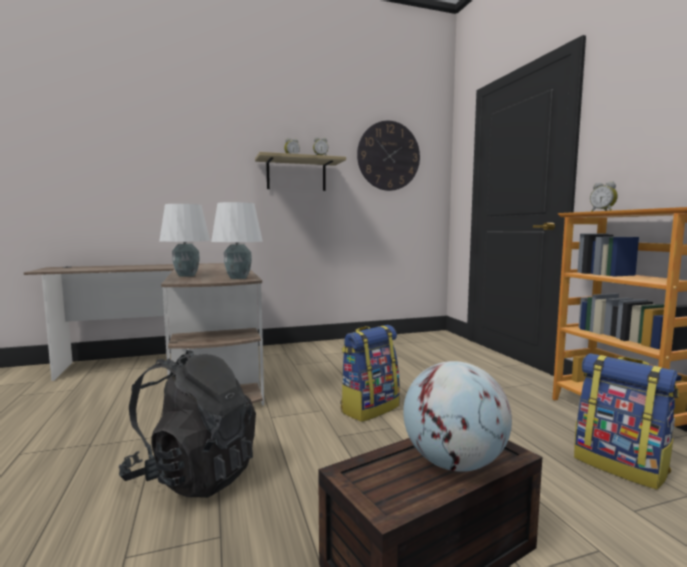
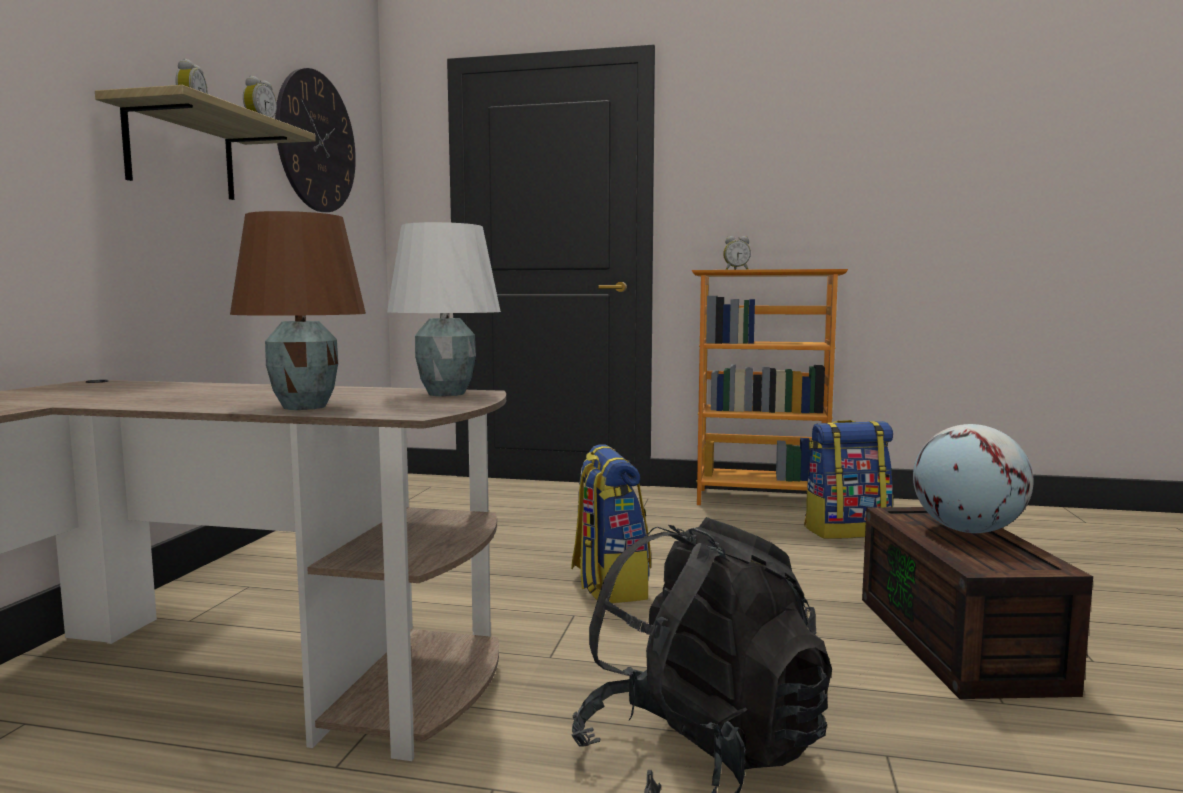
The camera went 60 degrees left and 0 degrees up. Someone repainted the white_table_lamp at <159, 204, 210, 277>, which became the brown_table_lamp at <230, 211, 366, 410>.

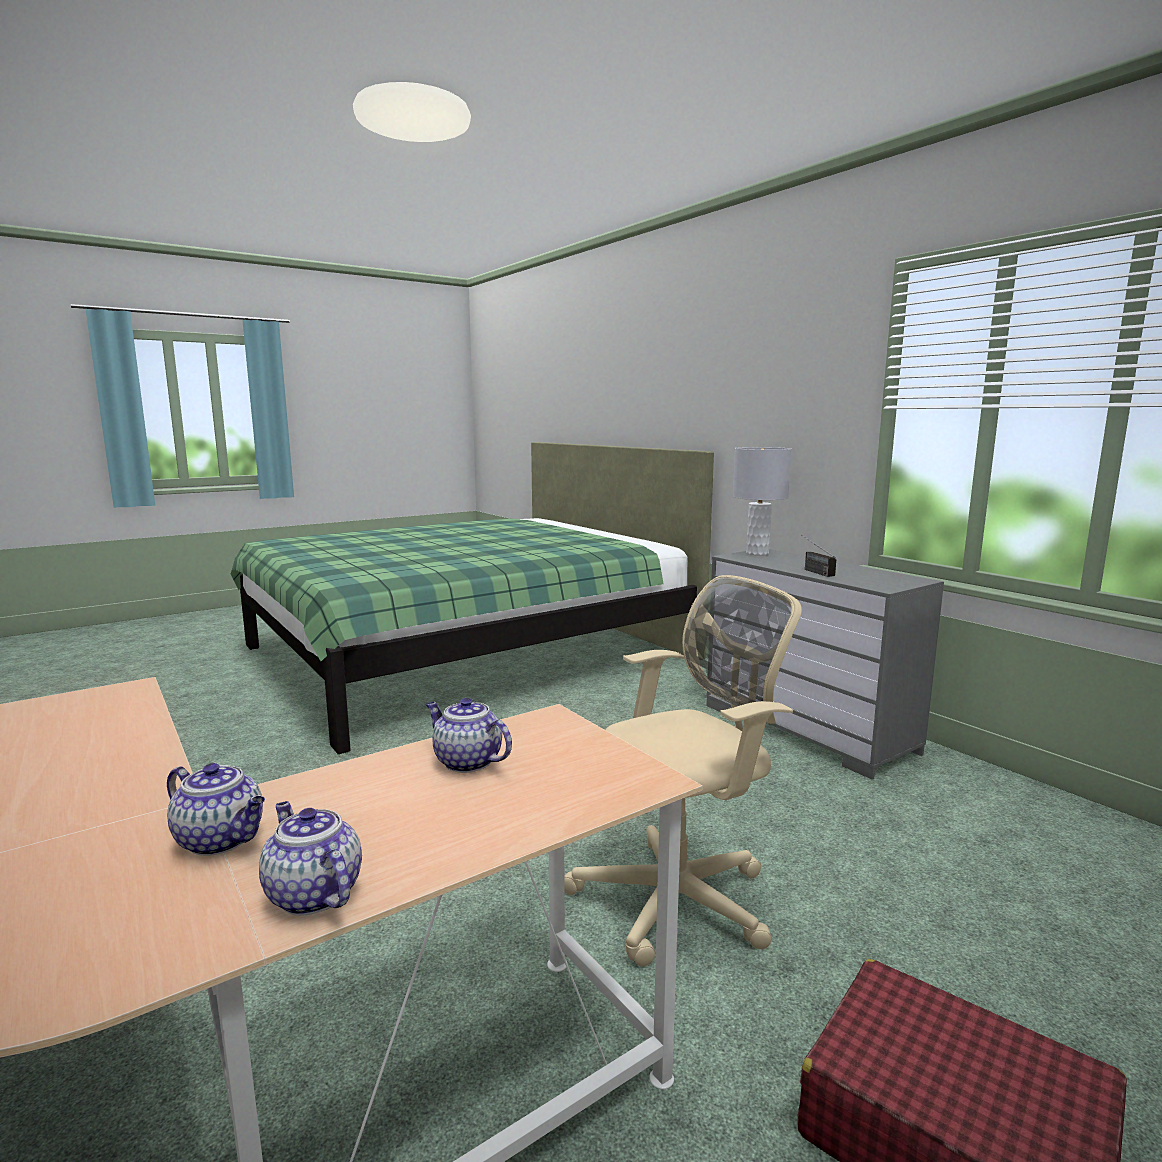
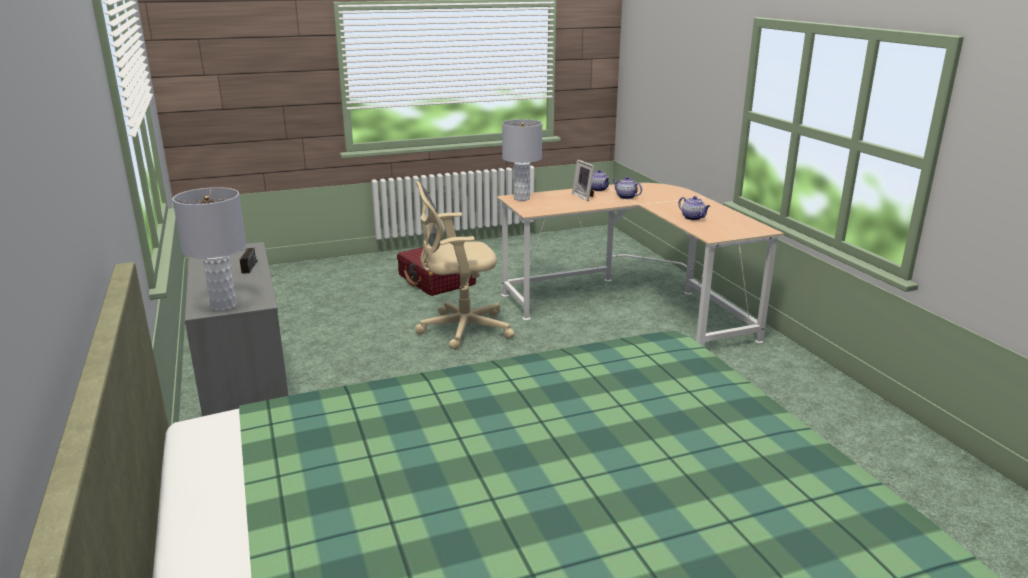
The camera went 165 degrees left and 10 degrees up. Someone put down the grey_table_lamp at <502, 119, 542, 201>. Someone put down the picture_frame at <572, 160, 595, 201>. Someone carried the teapot from <426, 698, 512, 773> to <678, 196, 710, 220>.

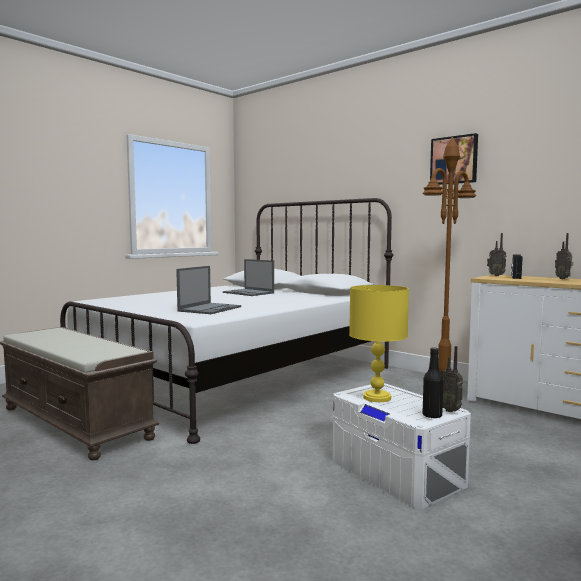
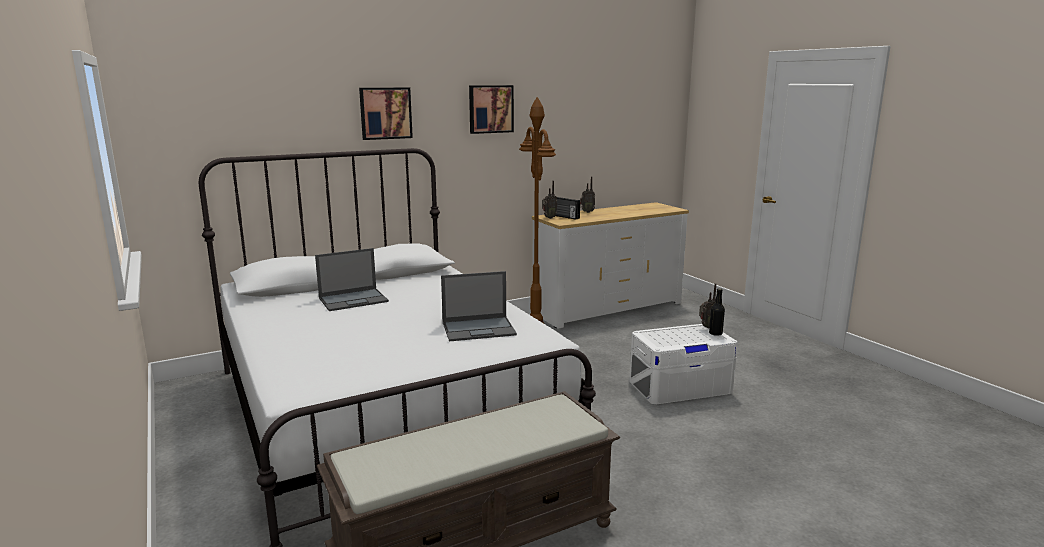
The camera went 70 degrees left and 10 degrees up. Someone took away the yellow_table_lamp at <349, 285, 409, 402>. Someone put up the picture at <359, 87, 413, 140>. Someone rotated the laptop at <176, 266, 241, 314> by 120 degrees clockwise.

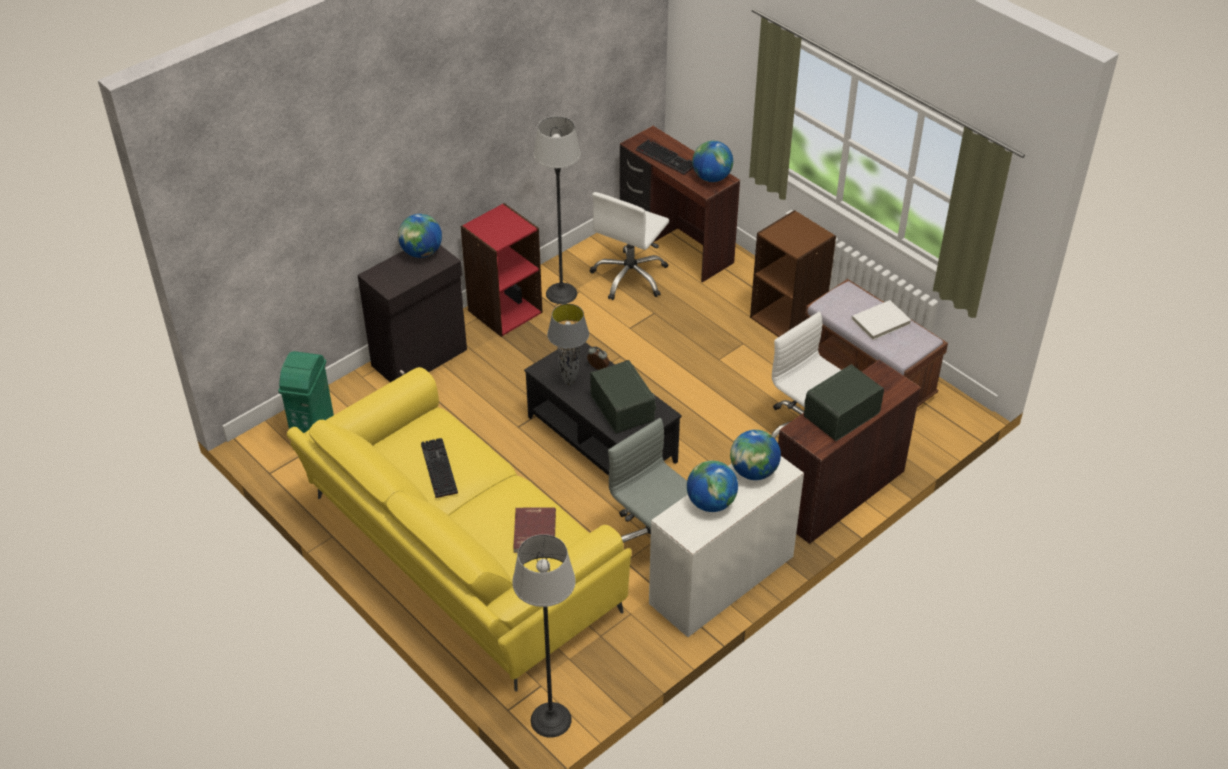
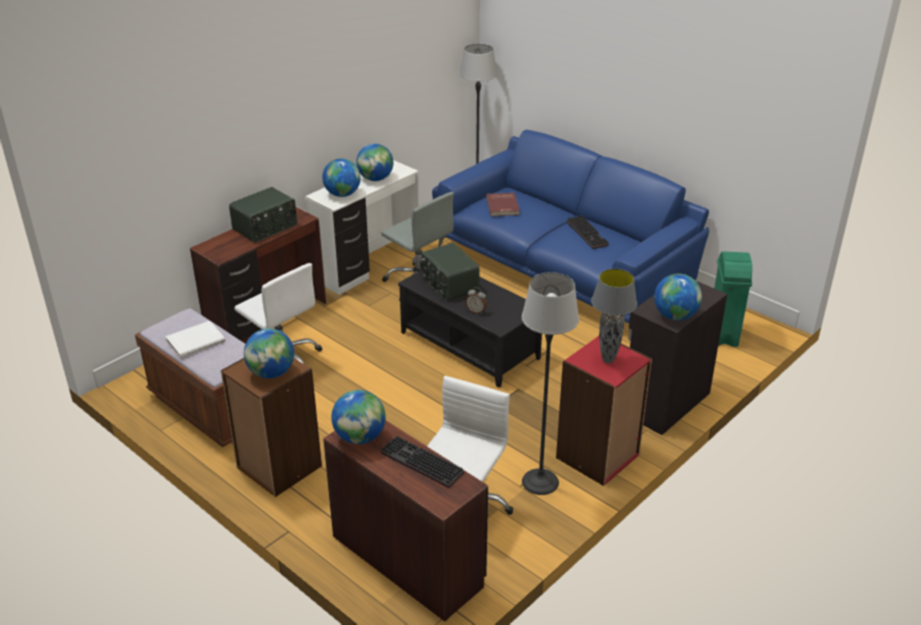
The camera went 175 degrees right and 10 degrees down. Someone put down the globe at <244, 328, 294, 378>. Someone carried the grey_table_lamp from <547, 304, 589, 385> to <591, 269, 637, 363>. Someone repainted the yellow_sofa at <287, 367, 631, 691>, which became the blue_sofa at <432, 130, 709, 341>.

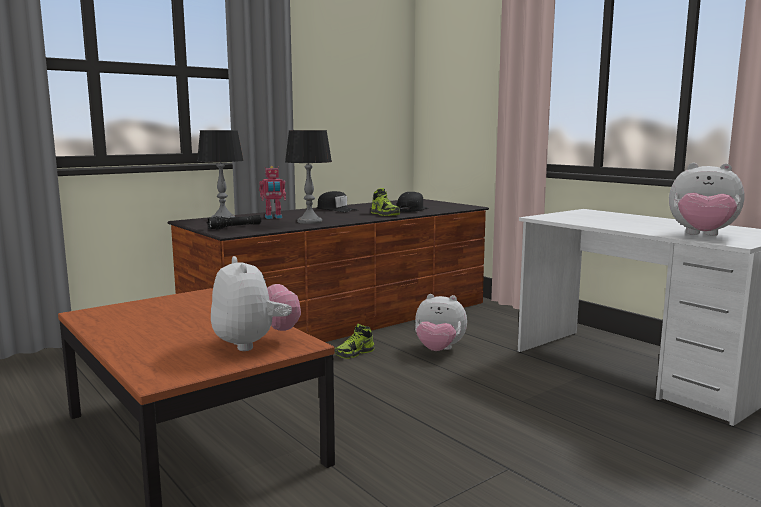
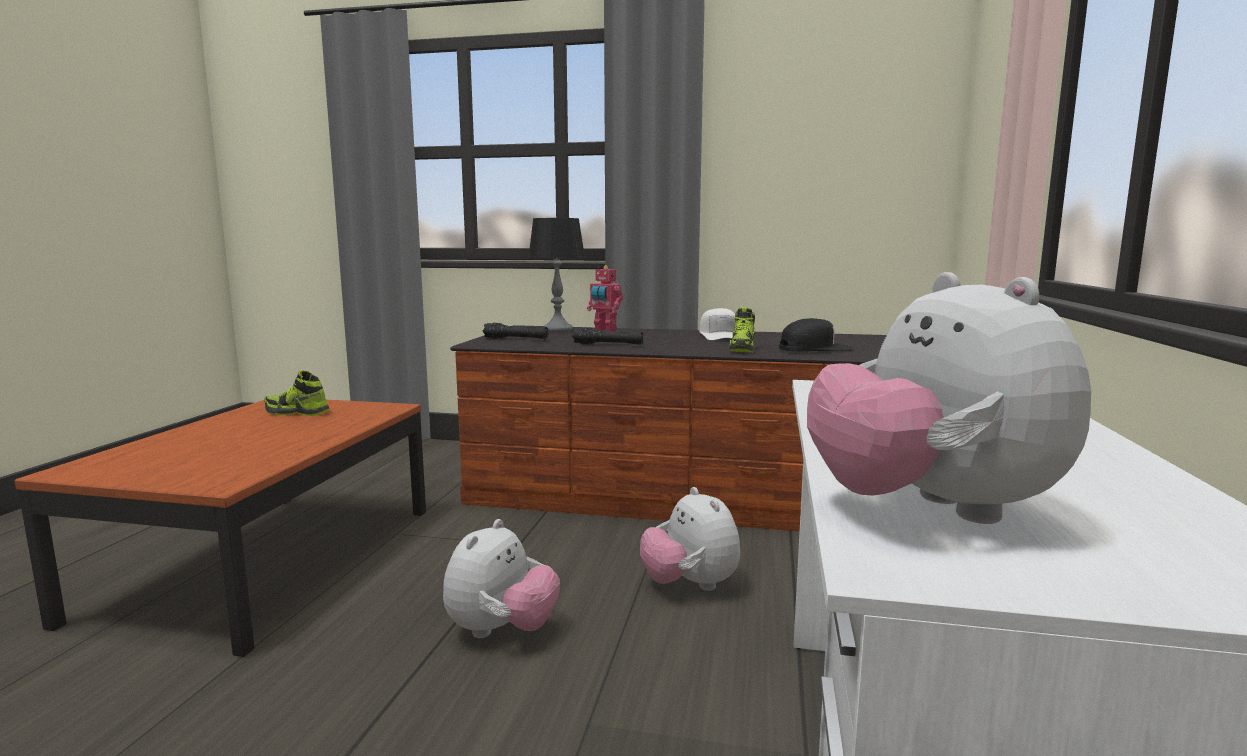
The camera went 50 degrees right and 0 degrees up. Someone carried the plush_toy from <211, 256, 301, 351> to <443, 519, 560, 638>. Someone carried the shoe from <334, 323, 375, 359> to <264, 371, 329, 416>. Someone swapped the table_lamp at <285, 130, 332, 224> for the black_flashlight at <572, 327, 643, 345>. Someone repainted the black_cap at <317, 191, 357, 212>, which became the white_cap at <699, 308, 735, 340>.

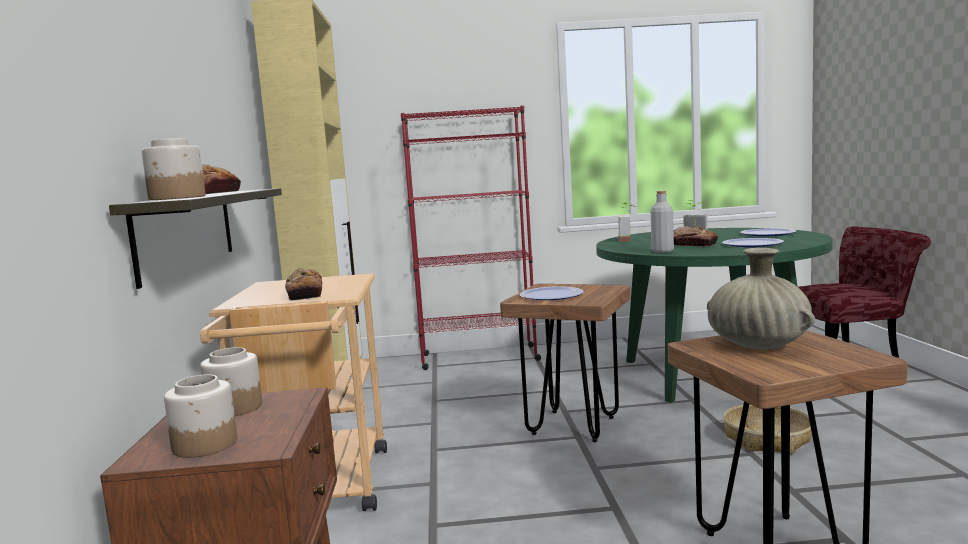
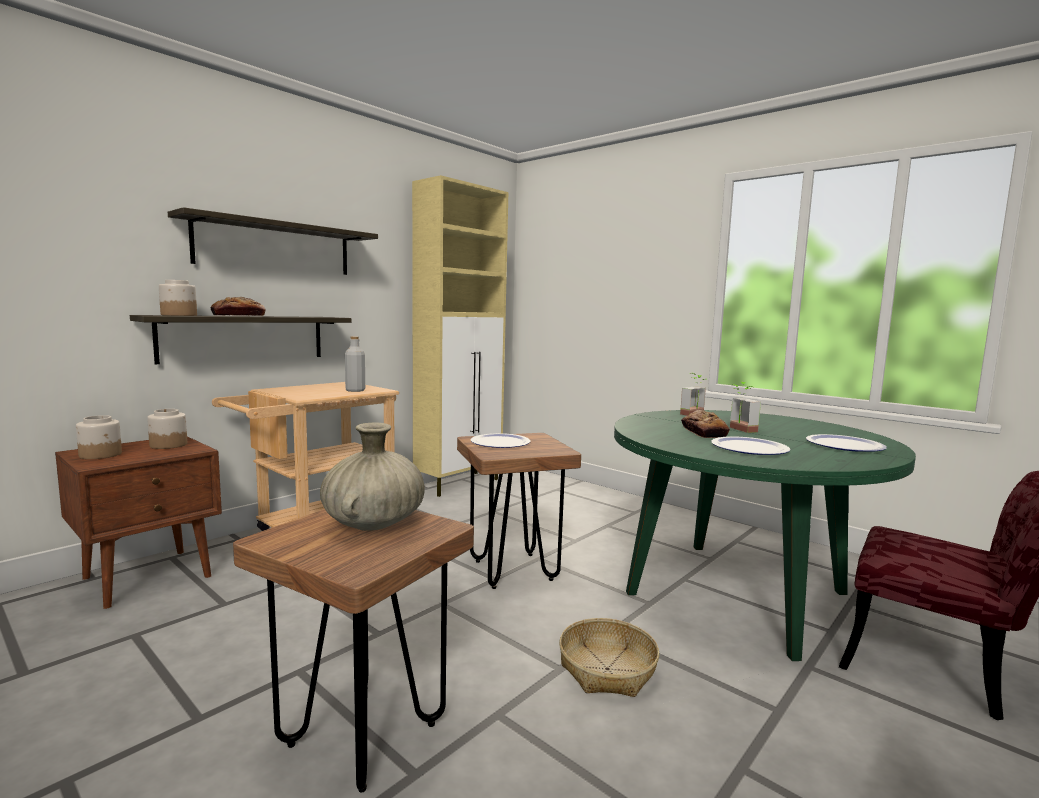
The camera went 45 degrees right and 0 degrees up. Someone took away the bread at <285, 268, 322, 300>. Someone took away the red_bookcase at <401, 106, 541, 370>. Someone put up the shelf at <168, 207, 378, 275>. Someone carried the grey_bottle from <651, 191, 674, 253> to <345, 337, 365, 392>.

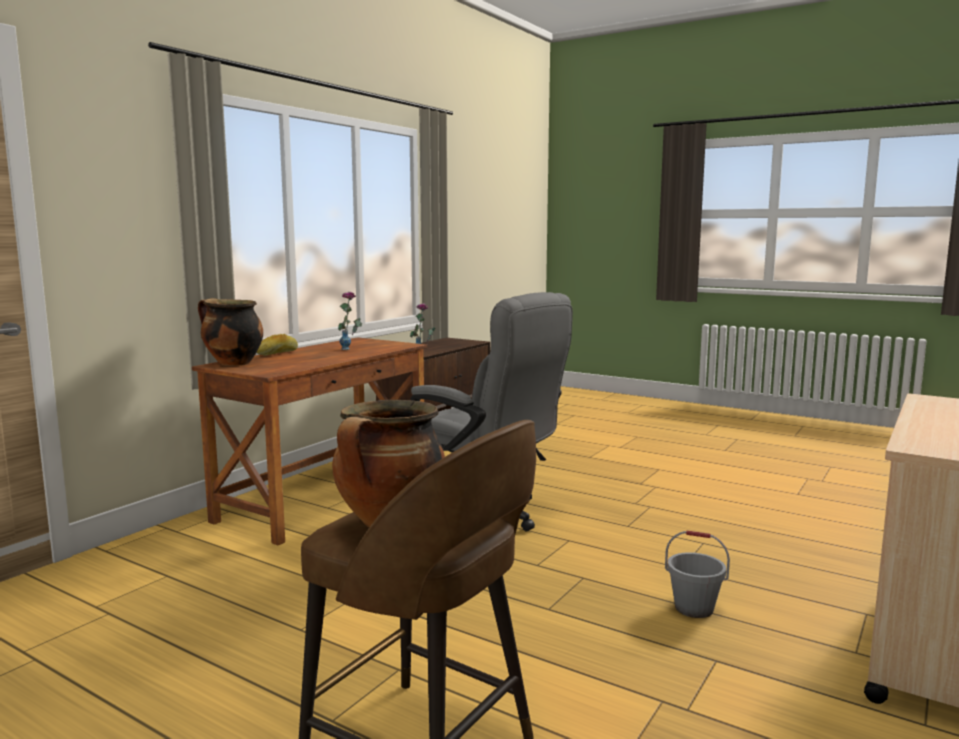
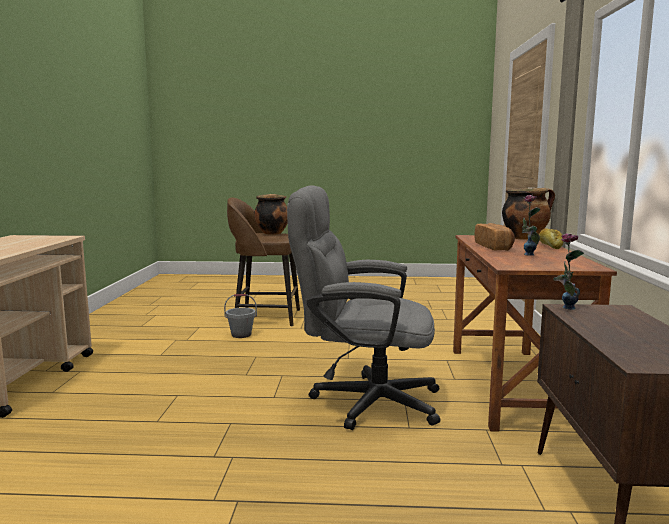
The camera went 150 degrees right and 0 degrees up. Someone put down the bread at <475, 223, 515, 251>. Someone carried the grey_bucket from <665, 531, 730, 618> to <224, 294, 257, 338>.

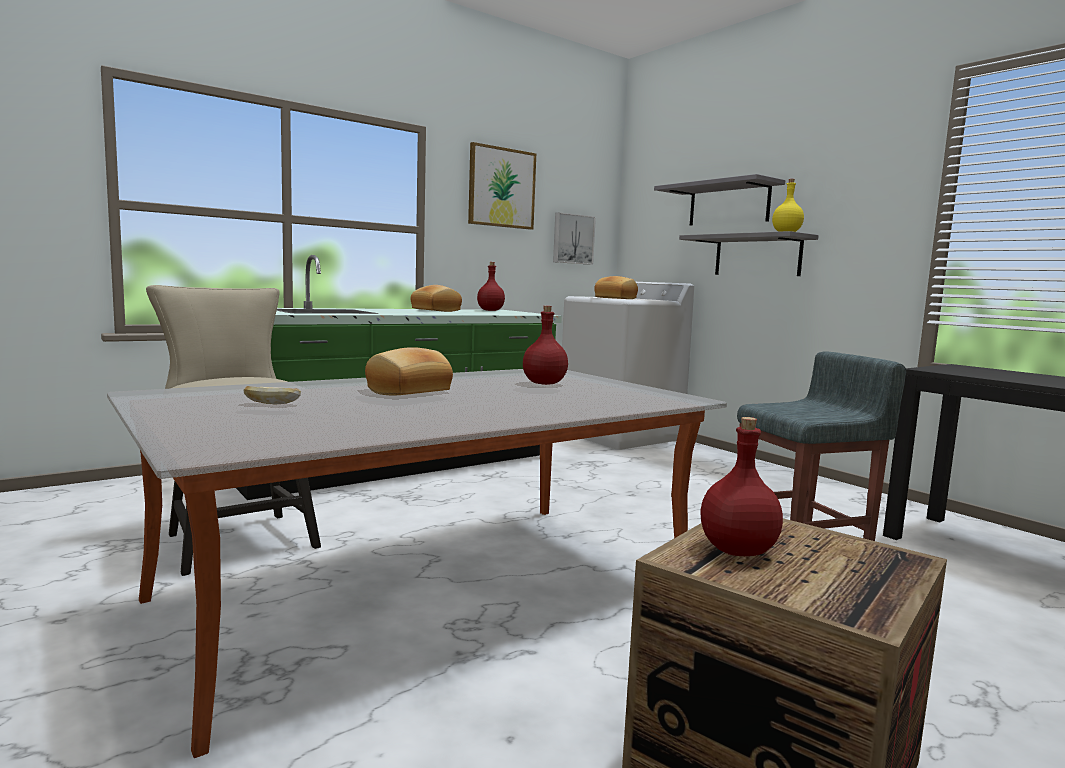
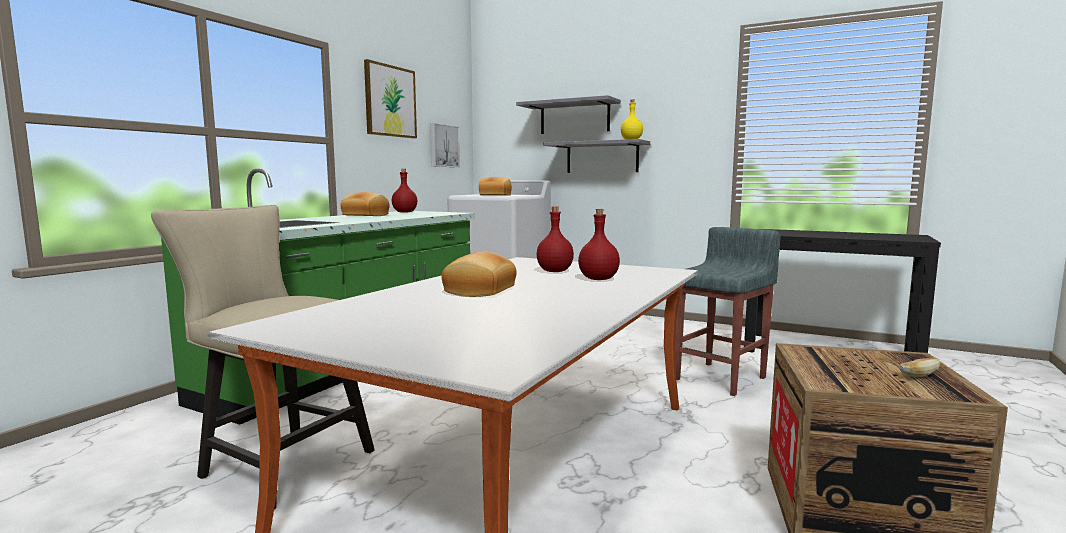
The camera went 25 degrees left and 0 degrees up. Someone carried the bread from <243, 386, 301, 405> to <899, 357, 940, 377>. Someone carried the red_bottle from <700, 417, 783, 556> to <578, 209, 620, 280>.

